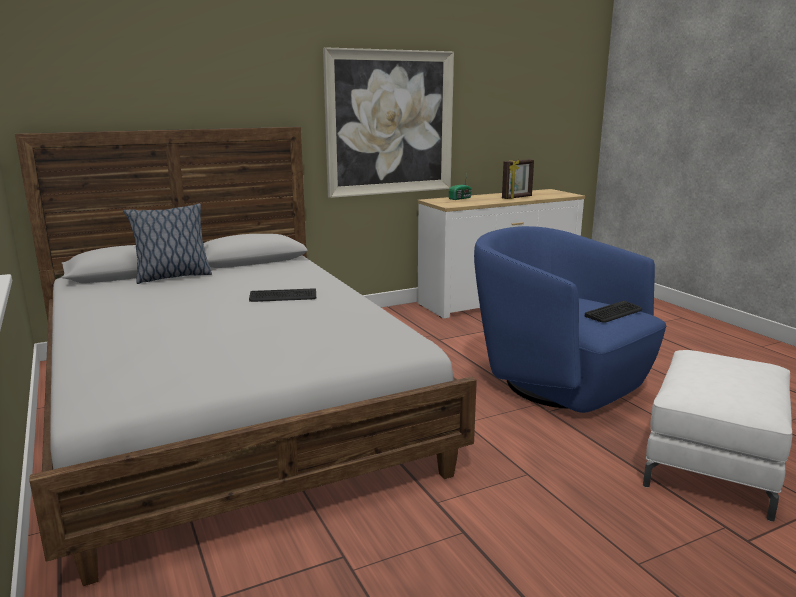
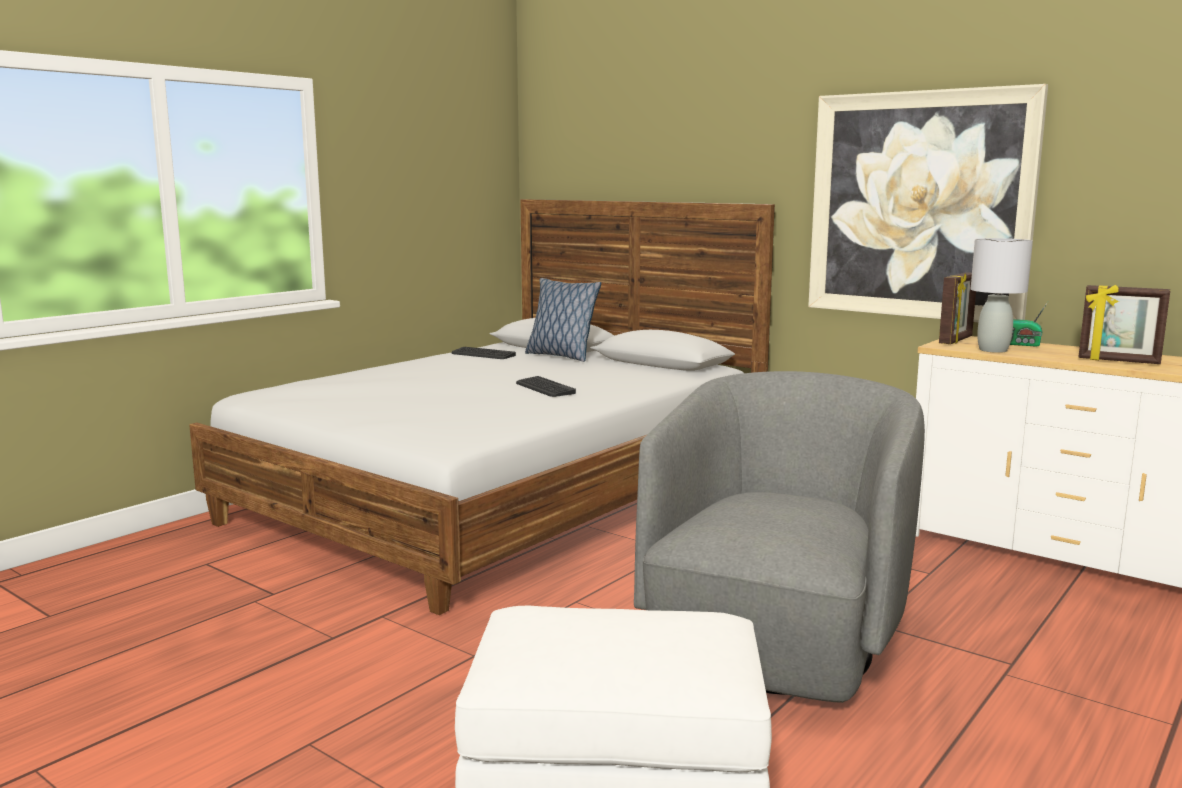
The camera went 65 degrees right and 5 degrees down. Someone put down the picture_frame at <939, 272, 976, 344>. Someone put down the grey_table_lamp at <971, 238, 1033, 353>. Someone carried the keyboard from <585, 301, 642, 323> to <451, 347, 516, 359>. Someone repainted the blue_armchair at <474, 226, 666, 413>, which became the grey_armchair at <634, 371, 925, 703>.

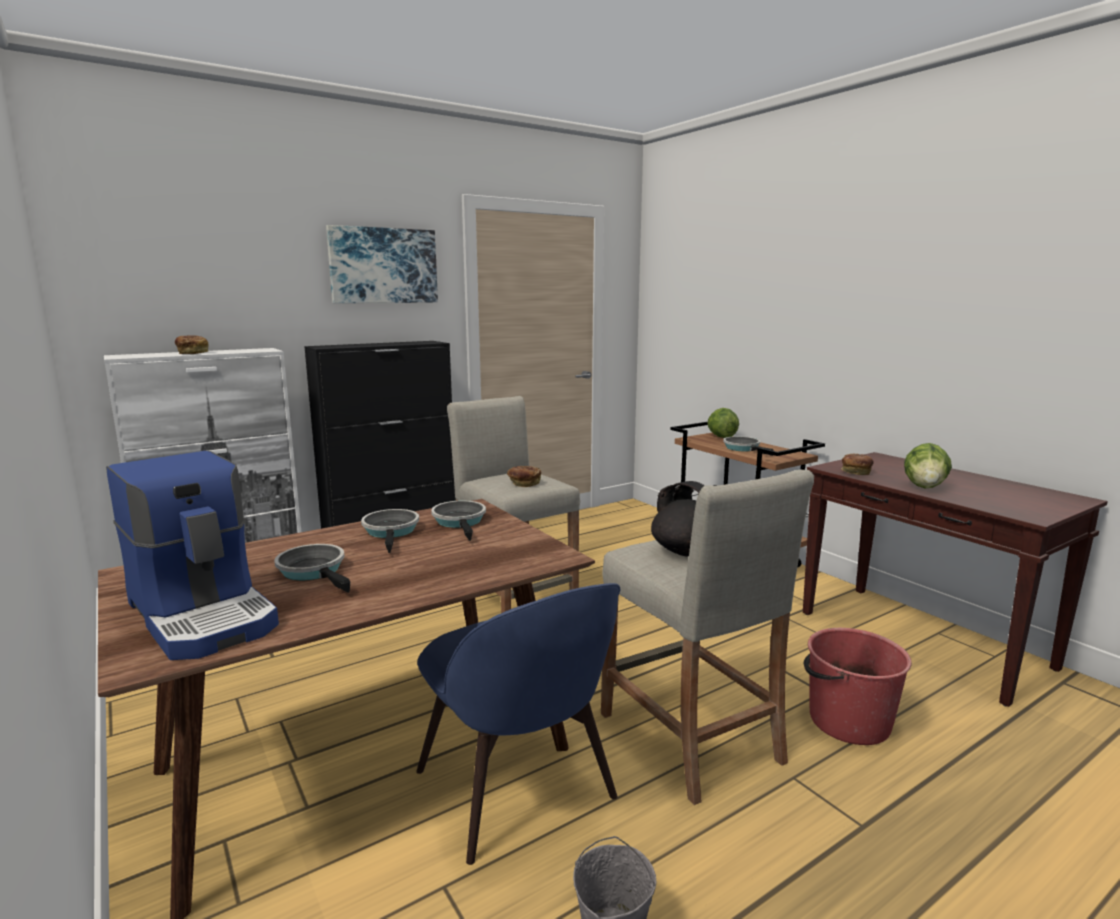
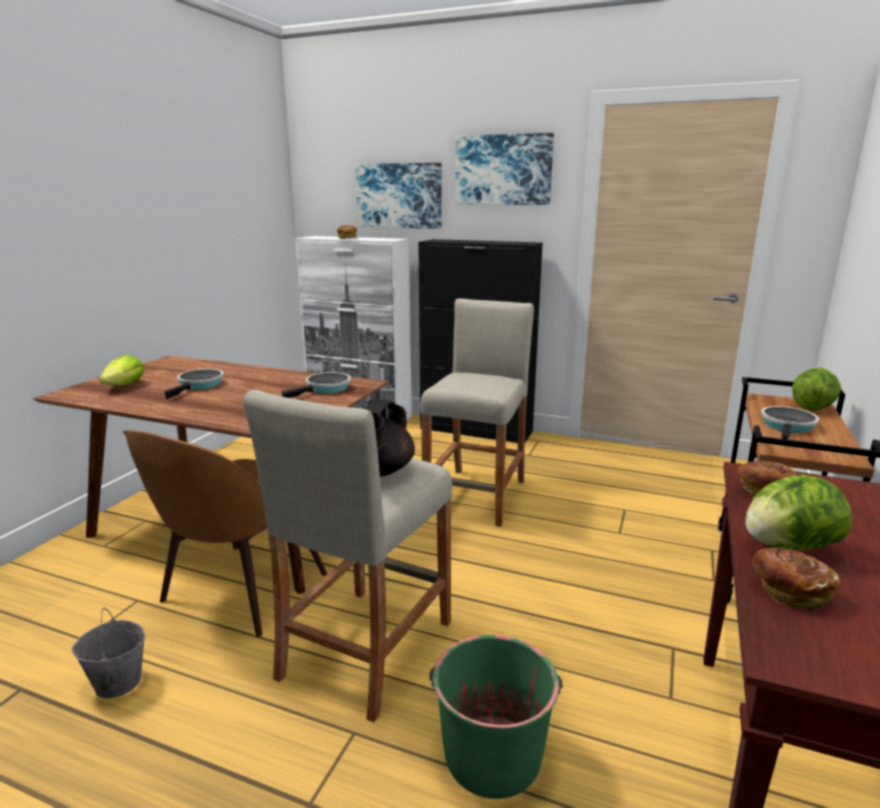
The camera went 55 degrees right and 5 degrees up. Someone took away the frying_pan at <361, 509, 419, 553>. Someone put up the picture at <355, 163, 441, 229>. Someone carried the bread from <507, 466, 541, 487> to <753, 548, 840, 609>. Someone swapped the coffee_machine at <106, 451, 279, 660> for the lettuce at <99, 355, 144, 386>. Someone repainted the blue_chair at <416, 583, 620, 865>, which became the brown_chair at <123, 430, 327, 637>. Someone repainted the red_bucket at <804, 628, 912, 745>, which became the green_bucket at <430, 635, 562, 799>.

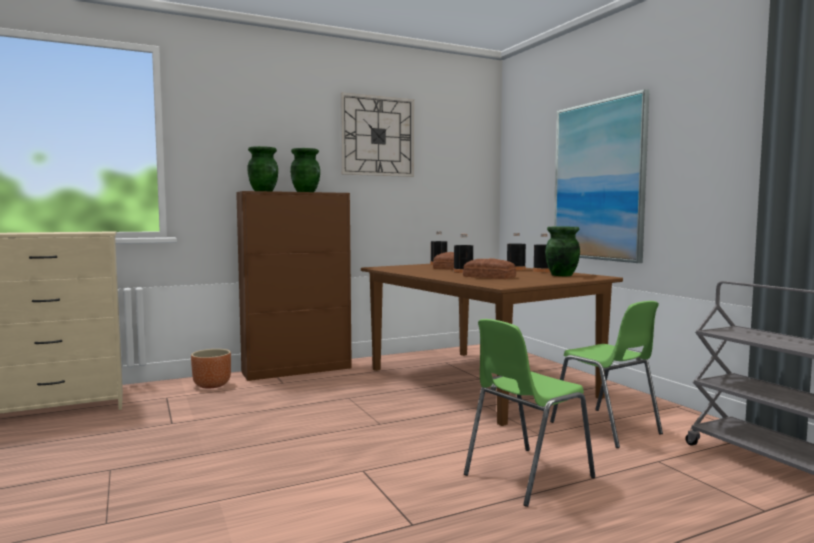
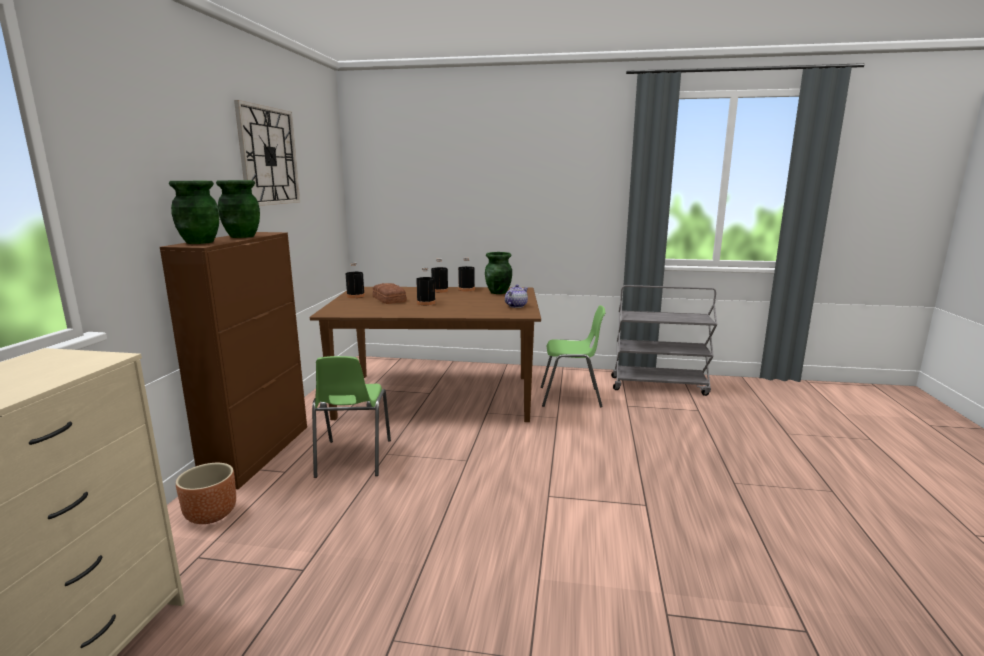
The camera went 55 degrees left and 10 degrees up. Someone took away the bread at <463, 258, 516, 279>. Someone took away the picture at <554, 89, 650, 263>. Someone put down the teapot at <505, 285, 528, 308>. Someone carried the green_chair from <464, 319, 595, 507> to <312, 356, 391, 478>.

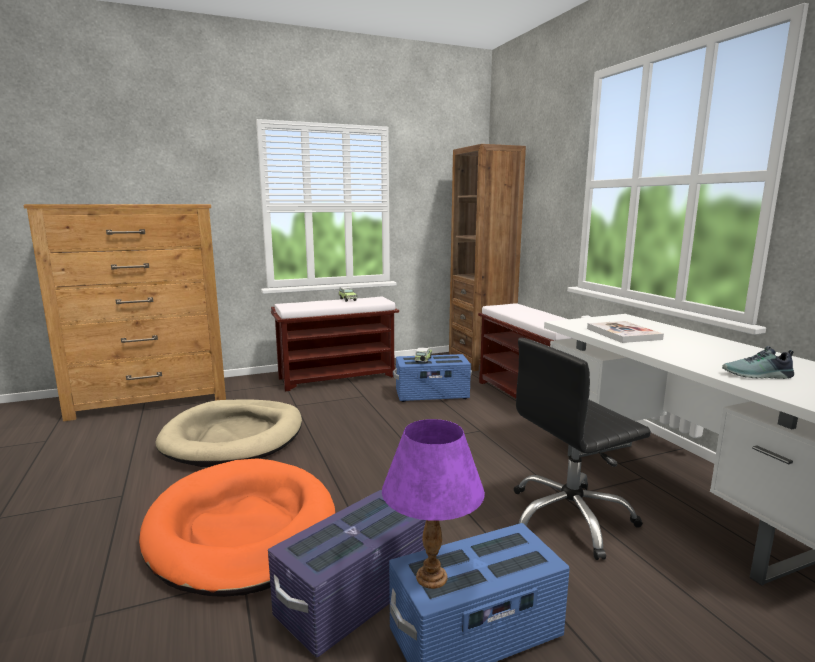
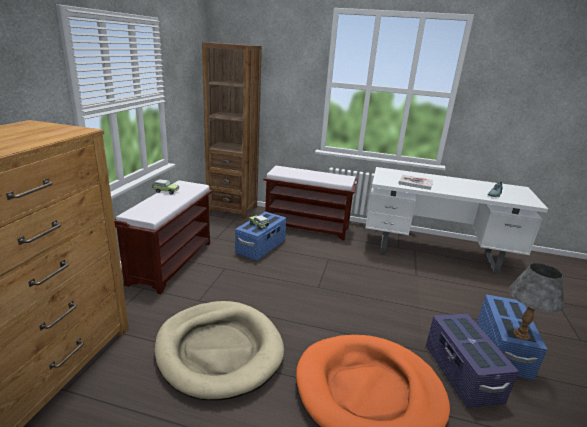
The camera went 55 degrees left and 10 degrees up. Someone took away the black_office_chair at <514, 338, 651, 560>. Someone repainted the purple_table_lamp at <382, 419, 485, 589>, which became the grey_table_lamp at <509, 263, 565, 340>.

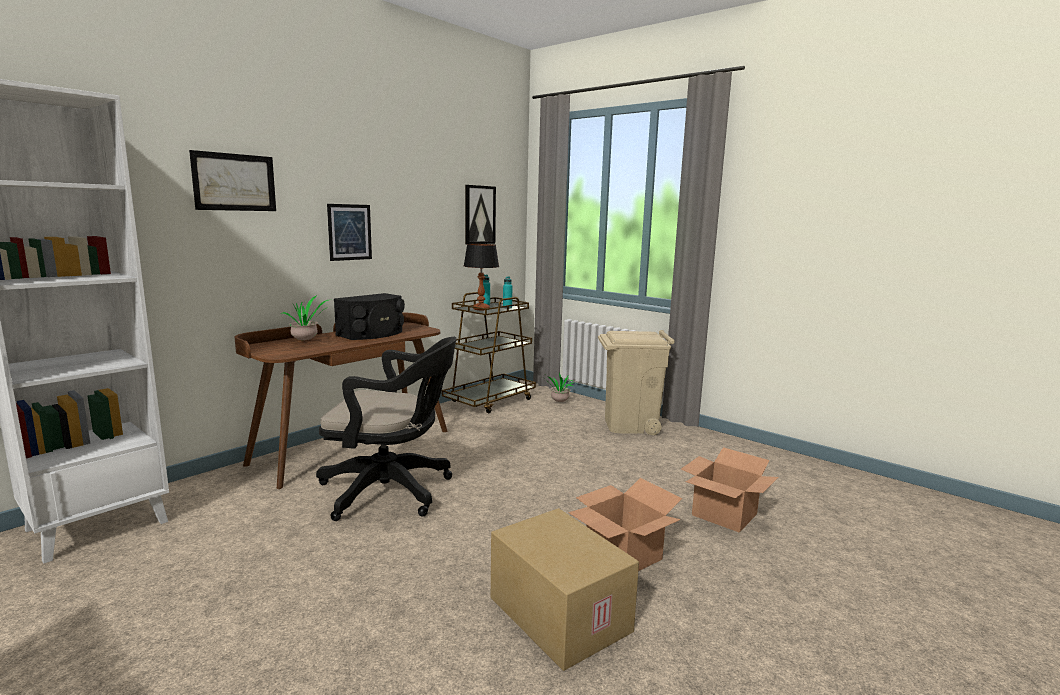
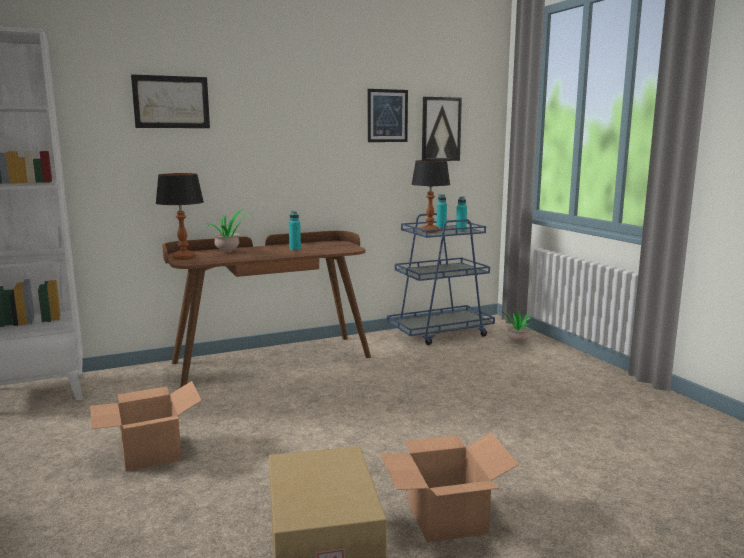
The camera went 25 degrees right and 0 degrees up. Someone took away the black_office_chair at <316, 337, 456, 521>. Someone took away the beige_trash_can at <598, 330, 675, 435>. Someone put down the table_lamp at <156, 173, 204, 260>. Someone carried the picture from <327, 204, 372, 261> to <367, 89, 408, 142>. Someone carried the cardboard_box from <681, 447, 779, 533> to <90, 381, 202, 472>. Someone swapped the black_speaker at <334, 293, 405, 340> for the turquoise_bottle at <289, 211, 301, 251>. Someone repainted the brown_cart at <442, 292, 536, 413>, which became the blue_cart at <387, 213, 495, 345>.

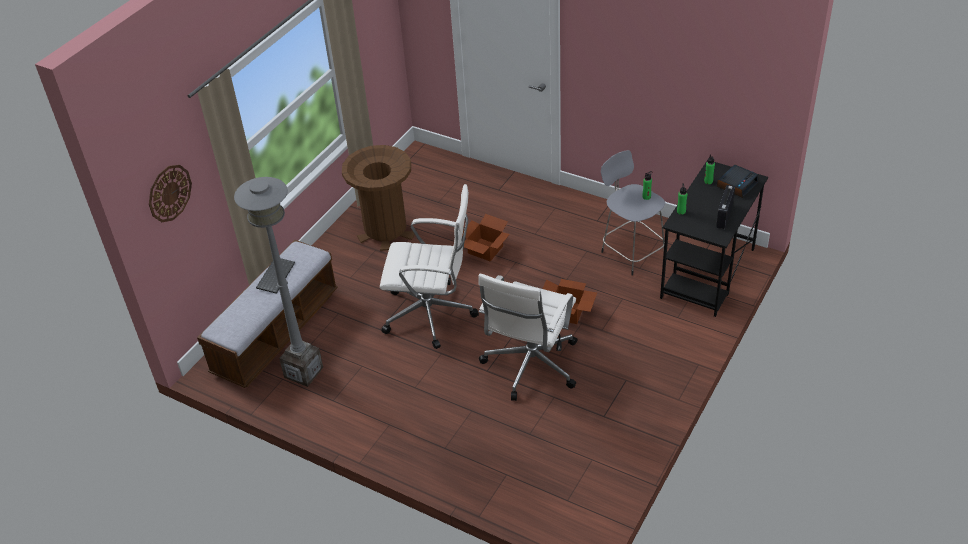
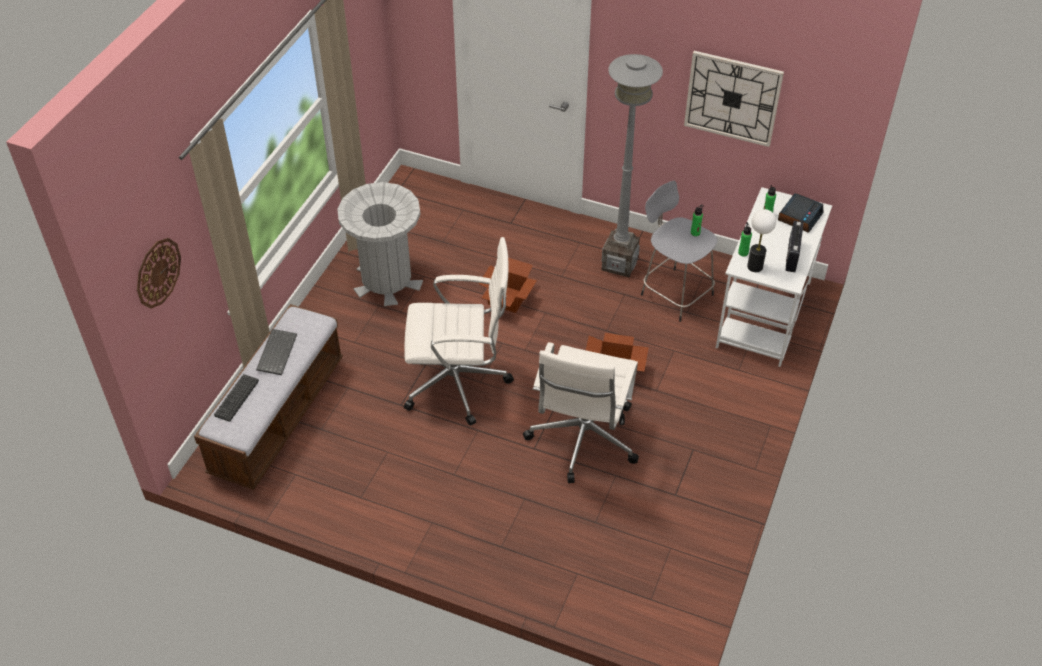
The camera went 10 degrees left and 5 degrees up. Someone put down the keyboard at <214, 374, 259, 422>. Someone put up the wall_clock at <684, 51, 784, 147>. Someone put down the table_lamp at <747, 209, 776, 272>. Someone carried the grey_floor_lamp from <234, 177, 323, 387> to <602, 54, 663, 277>. Someone repainted the brown_trash_can at <342, 145, 415, 251>, which became the grey_trash_can at <337, 182, 423, 306>. Someone repainted the black_desk at <660, 160, 768, 317>, which became the white_desk at <716, 187, 832, 367>.

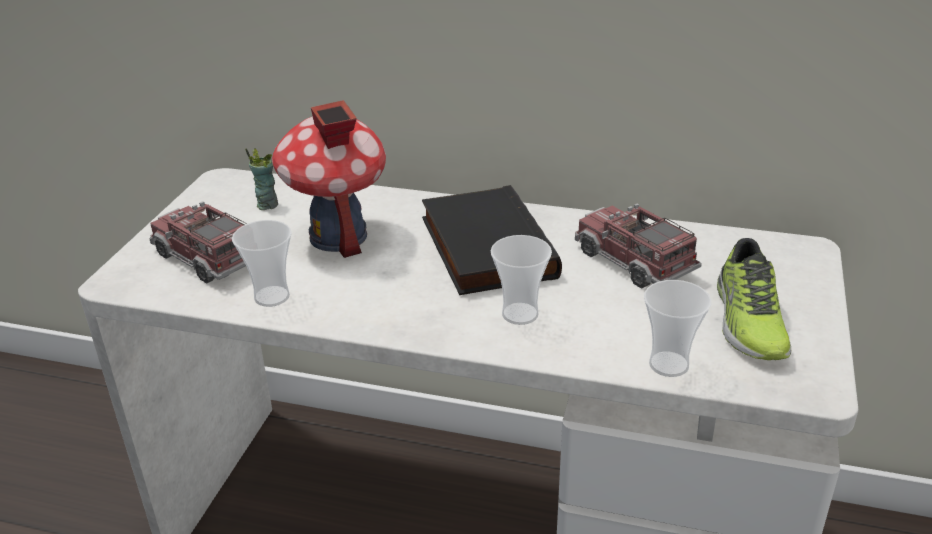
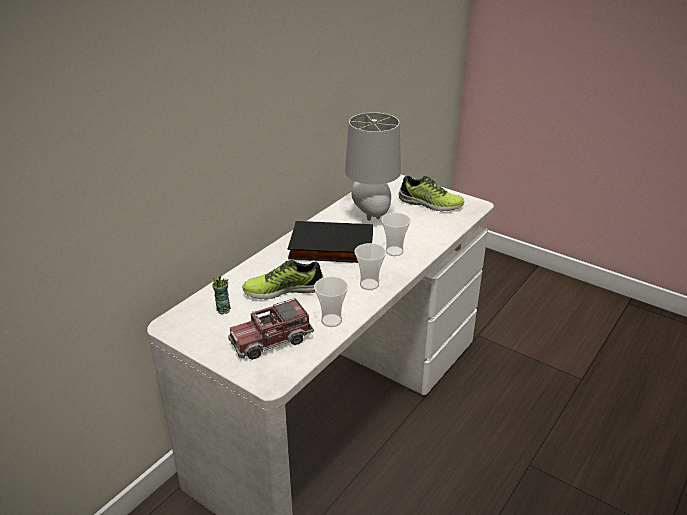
The camera went 70 degrees left and 0 degrees up. Someone carried the cup from <644, 280, 712, 377> to <354, 243, 386, 290>. Someone swapped the toy_house at <272, 100, 386, 258> for the shoe at <242, 260, 323, 299>. Someone swapped the toy_truck at <575, 203, 702, 289> for the grey_table_lamp at <345, 112, 401, 221>.

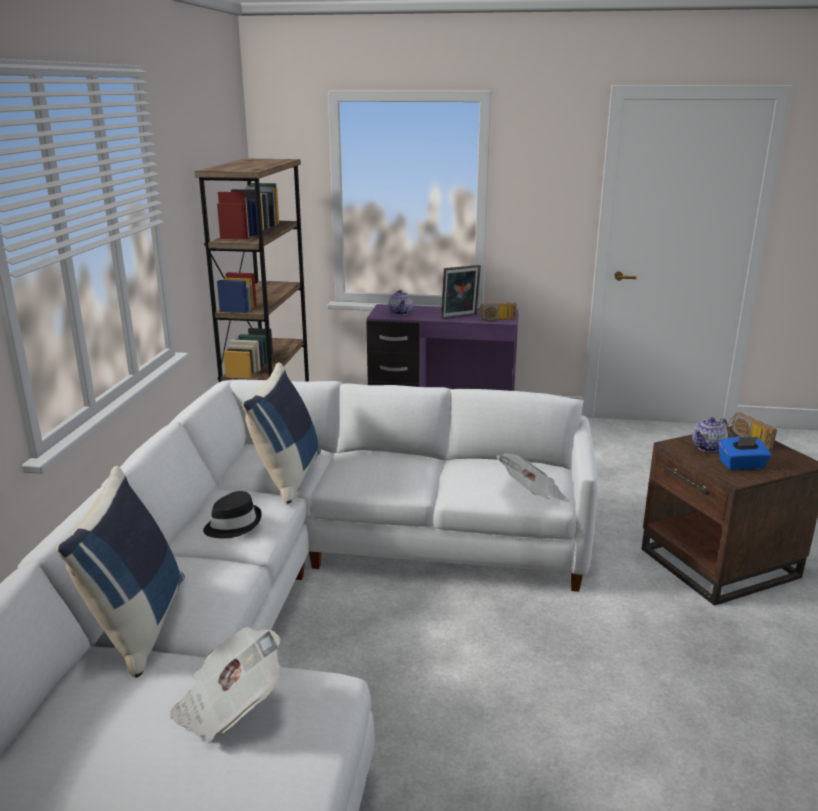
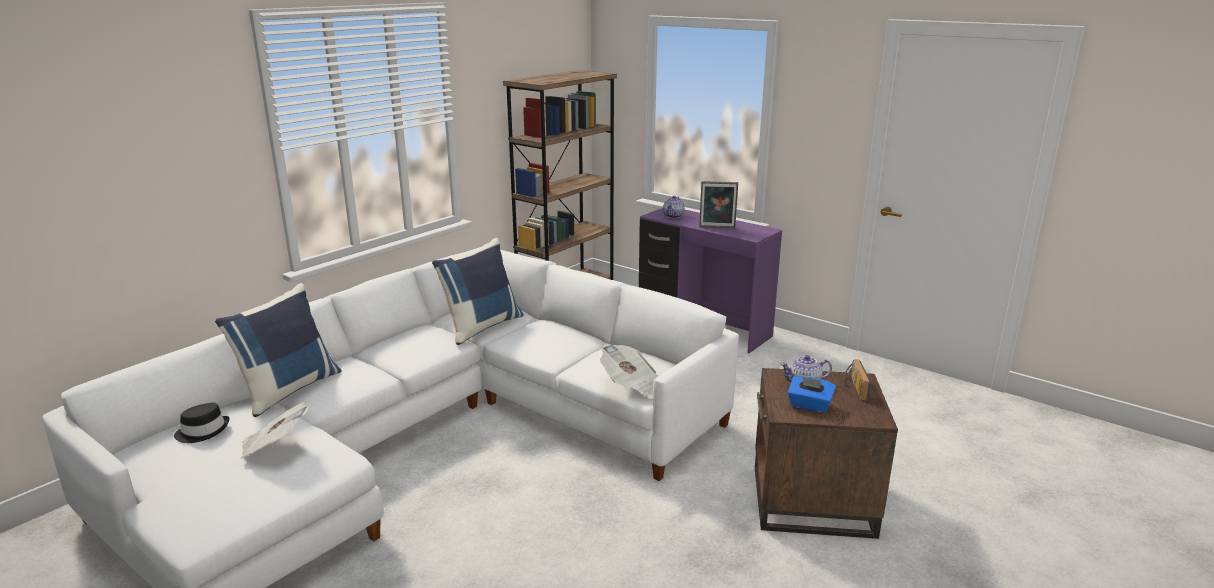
The camera went 30 degrees right and 0 degrees up. Someone took away the radio at <478, 303, 517, 322>. Someone carried the black_hat from <203, 491, 262, 539> to <174, 402, 230, 443>.

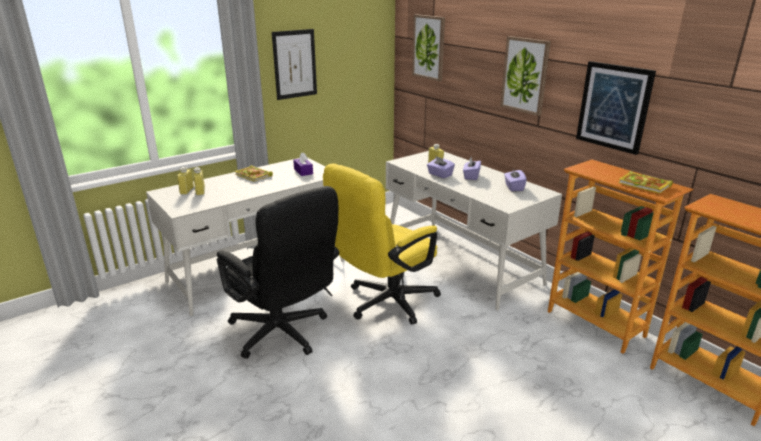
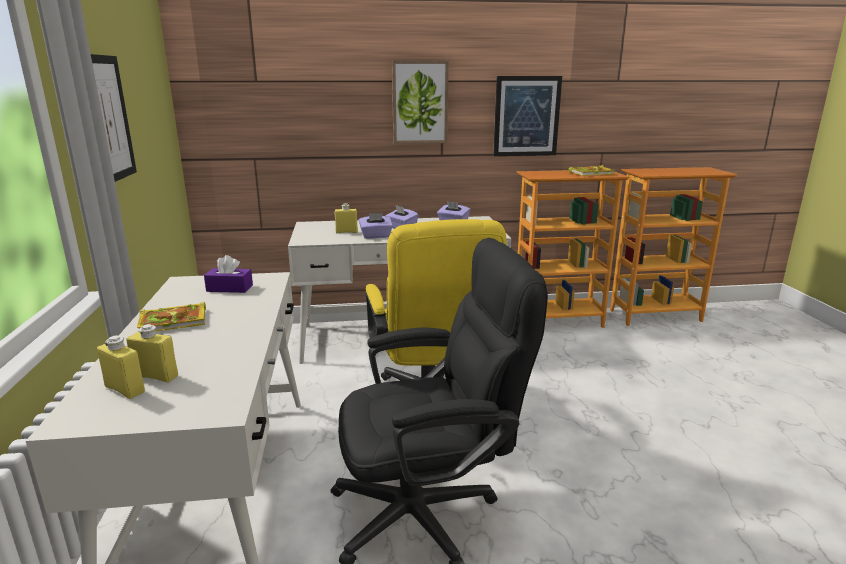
The camera went 60 degrees left and 5 degrees down. Someone took away the picture at <412, 14, 445, 81>.

